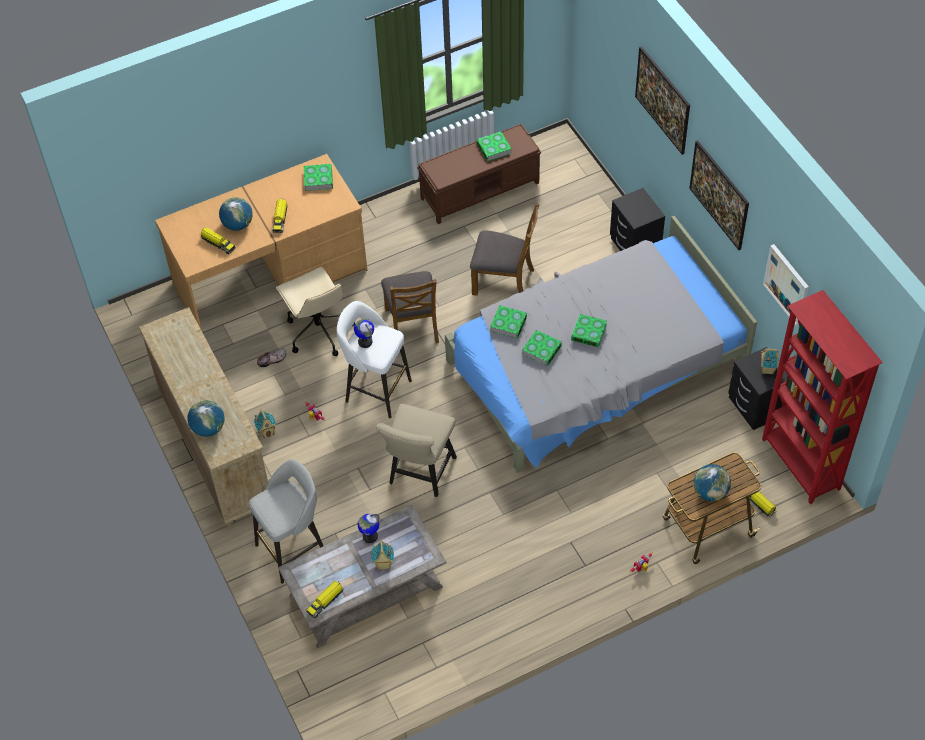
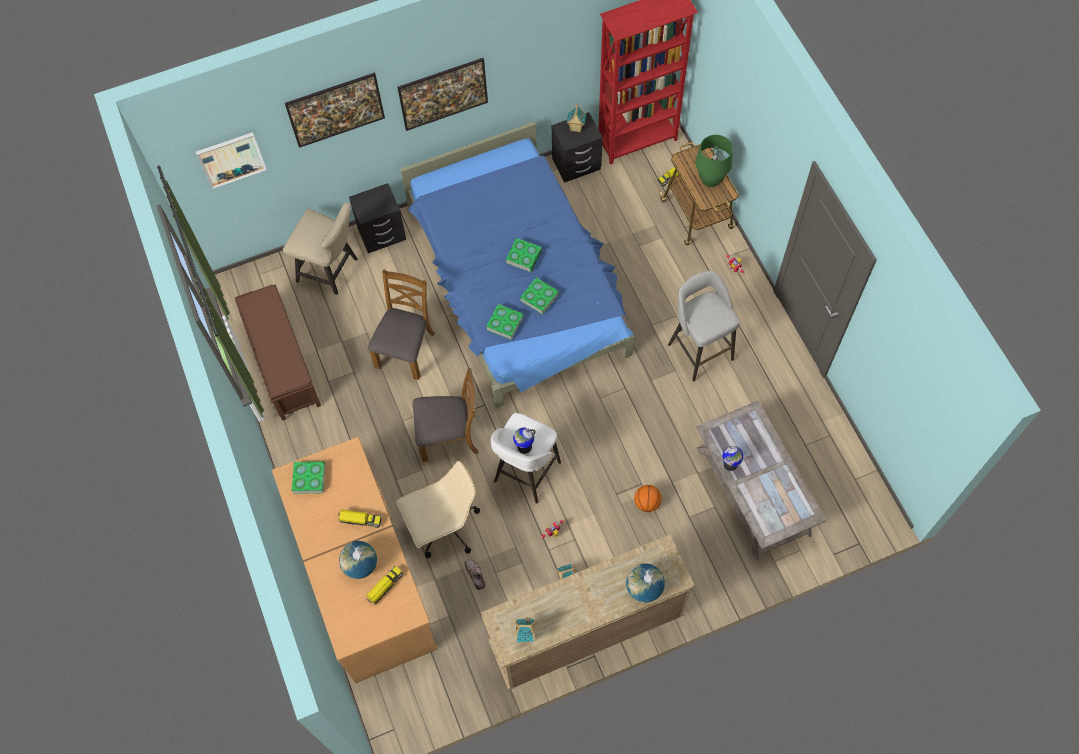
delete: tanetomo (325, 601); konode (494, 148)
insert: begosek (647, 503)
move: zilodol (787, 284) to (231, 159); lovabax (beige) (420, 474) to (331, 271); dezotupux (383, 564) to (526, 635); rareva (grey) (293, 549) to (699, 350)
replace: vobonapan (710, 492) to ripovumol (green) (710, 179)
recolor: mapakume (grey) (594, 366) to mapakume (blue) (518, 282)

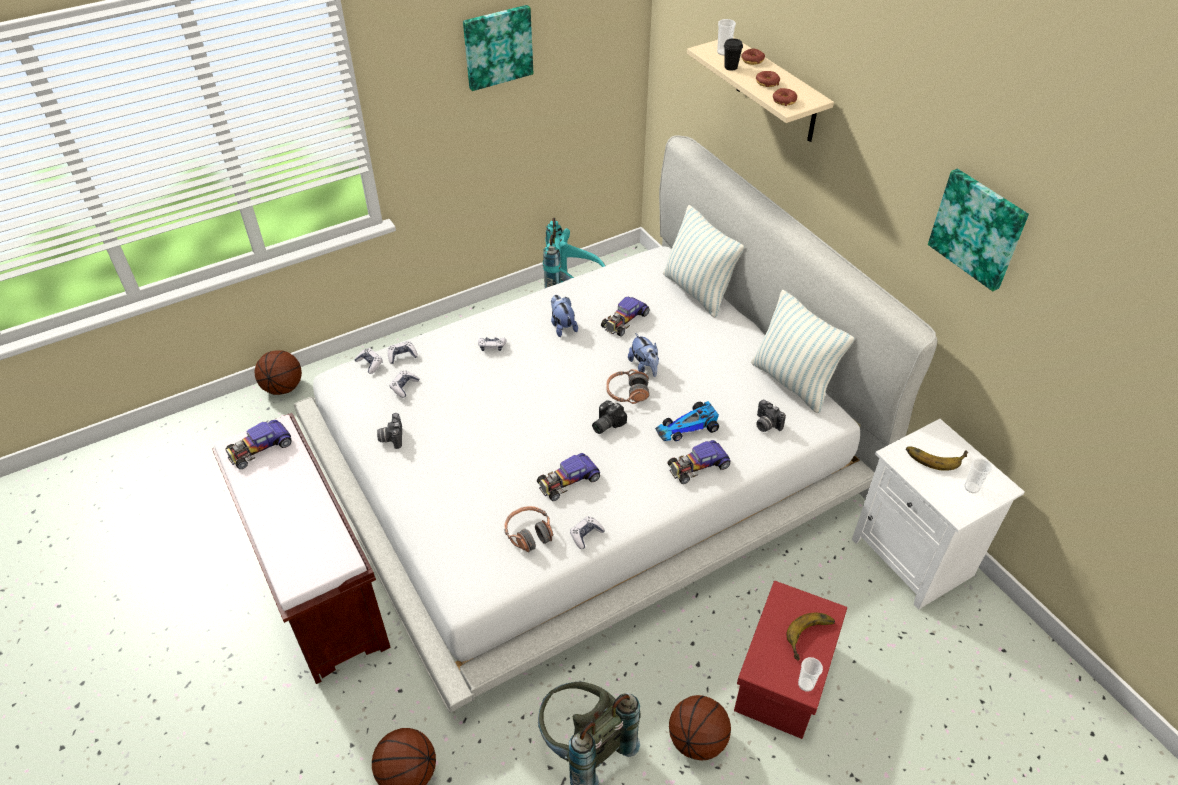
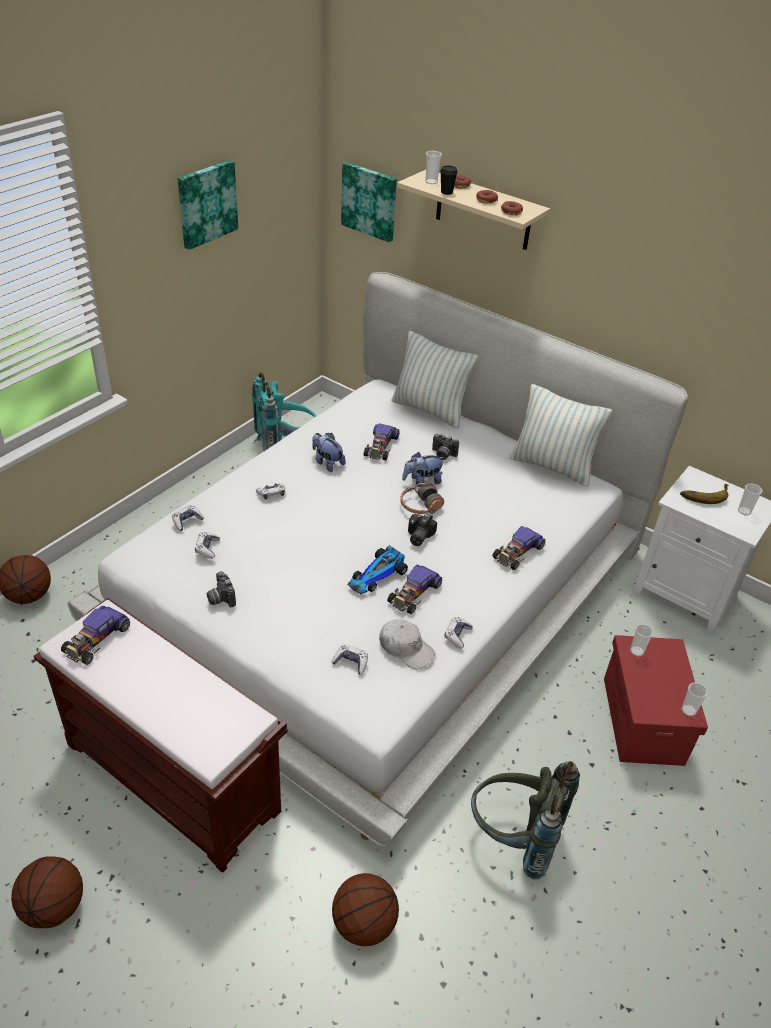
delete: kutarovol (812, 638)
insert: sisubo (636, 651)
move: begosek (697, 739) to (54, 906); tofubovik (370, 364) to (351, 662); zilodol (978, 228) to (370, 201); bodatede (688, 427) to (377, 575); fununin (765, 425) to (442, 455)
replace: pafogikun (529, 533) to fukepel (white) (406, 648)
rotate: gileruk (644, 367) = (422, 481) 120 degrees clockwise

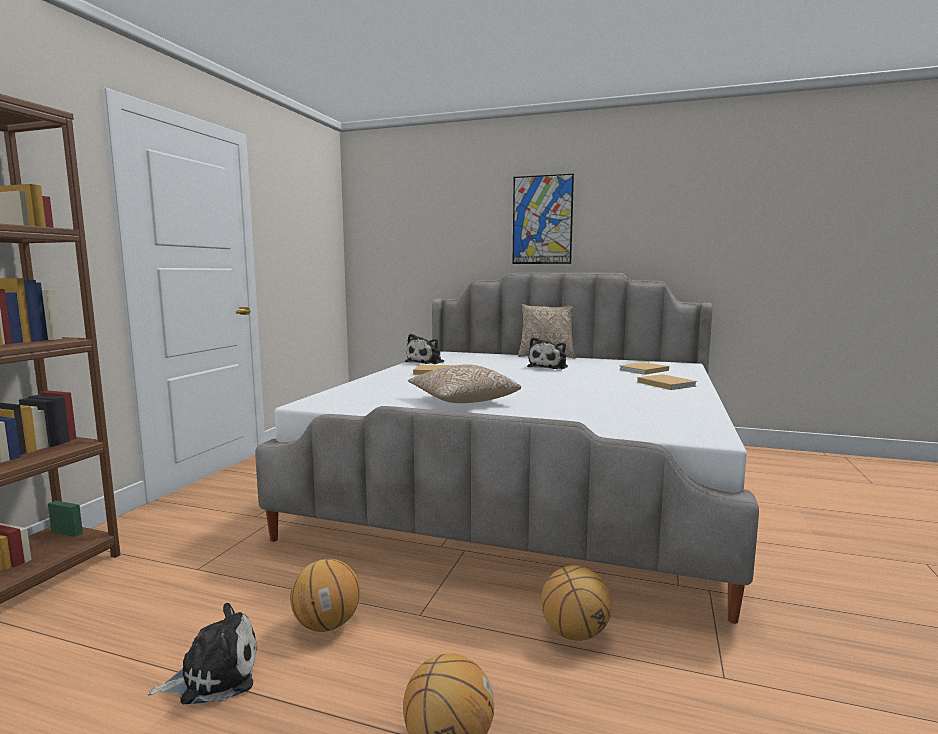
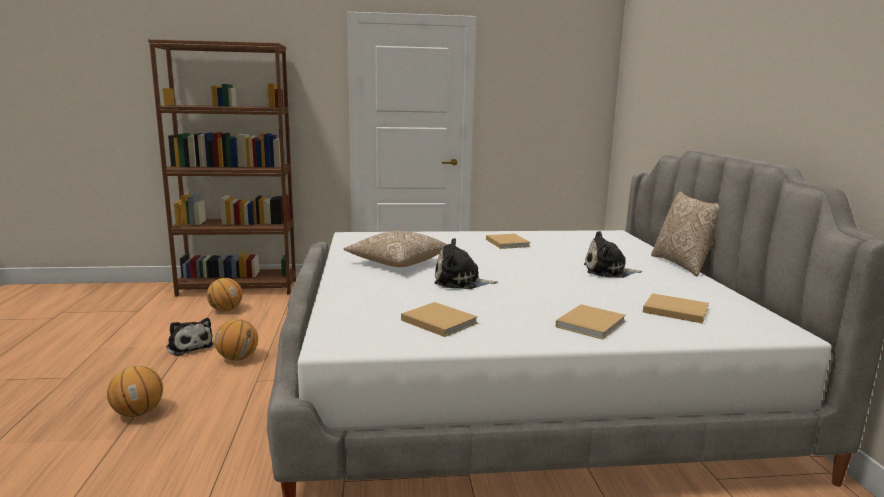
delete: zilodol (542, 220)
insert: konode (beige) (437, 321)
move: begosek (574, 633) to (225, 310); gileruk (426, 362) to (460, 282)

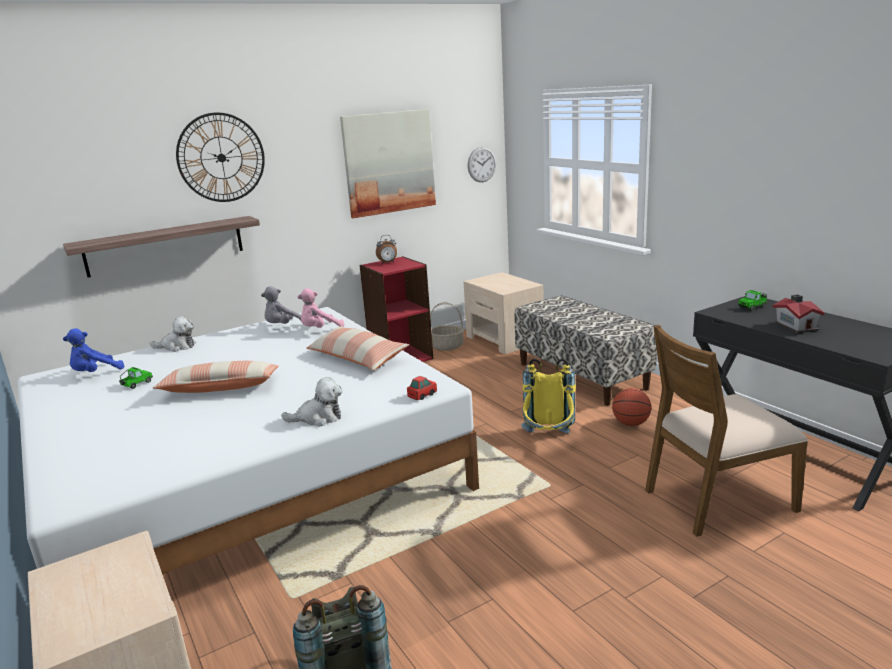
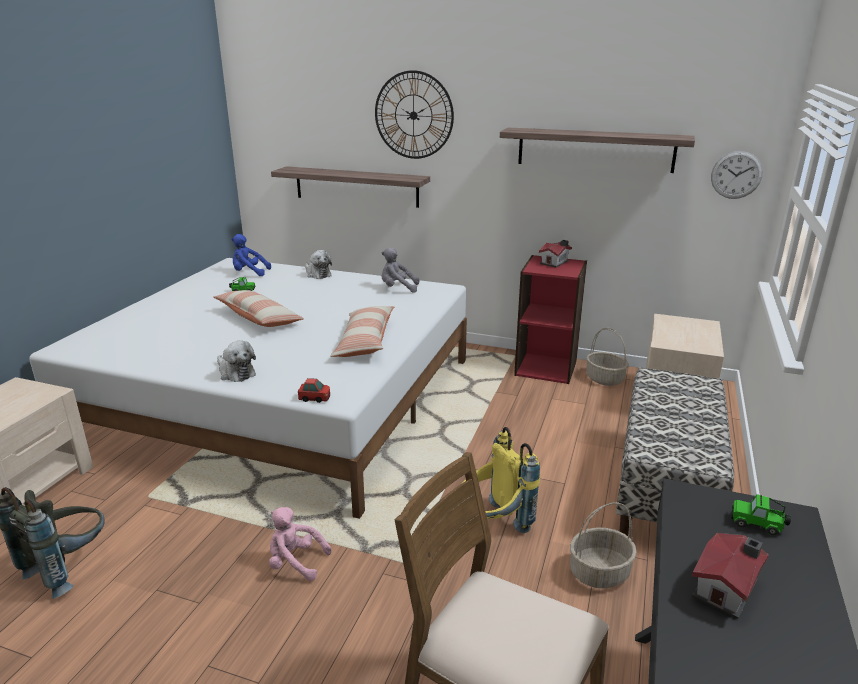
move: gileruk (pink) (320, 330) to (295, 562)
replace: zilodol (389, 163) to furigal (595, 149); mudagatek (388, 263) to dezotupux (555, 262); begosek (631, 423) to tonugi (599, 573)

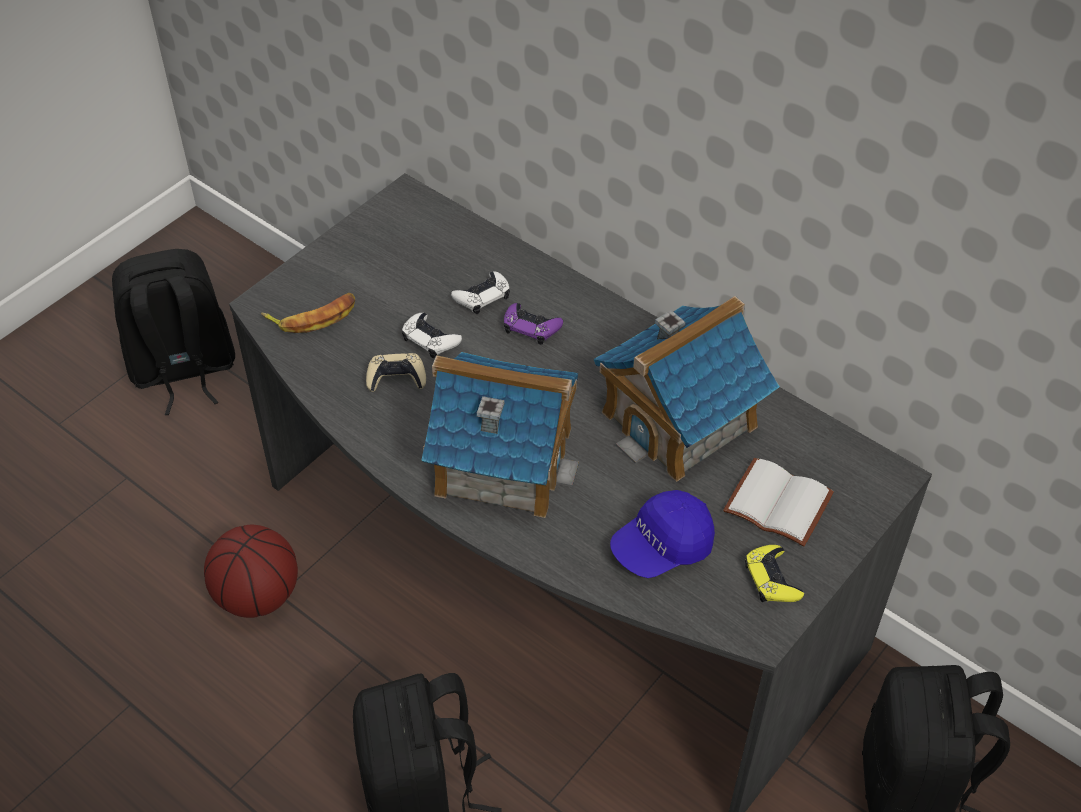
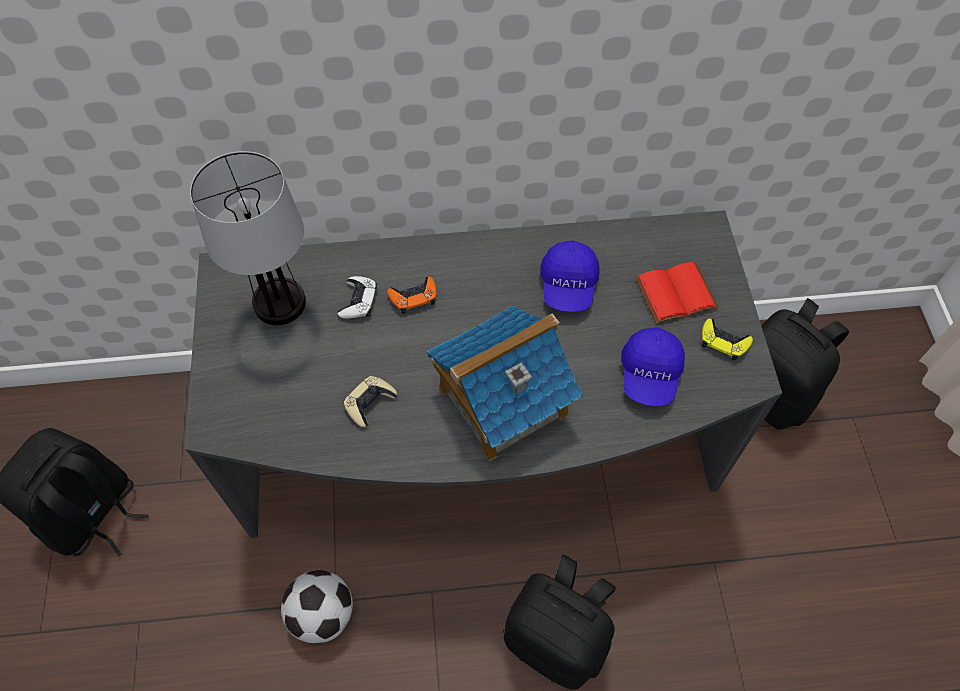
delete: kutarovol (313, 317); tofubovik (white) (430, 339)
insert: ripovumol (279, 302)
replace: begosek (258, 595) to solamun (322, 614); dezotupux (680, 419) to fukepel (blue) (568, 286)
recolor: tofubovik (purple) (531, 327) to tofubovik (orange) (414, 297); konode (white) (780, 502) to konode (red) (675, 291)

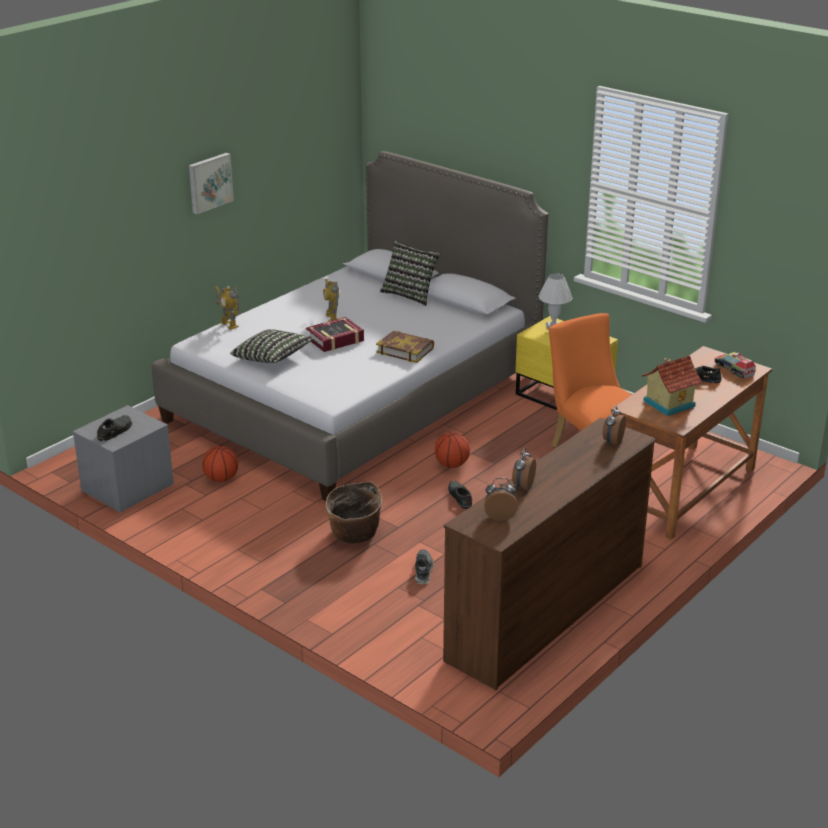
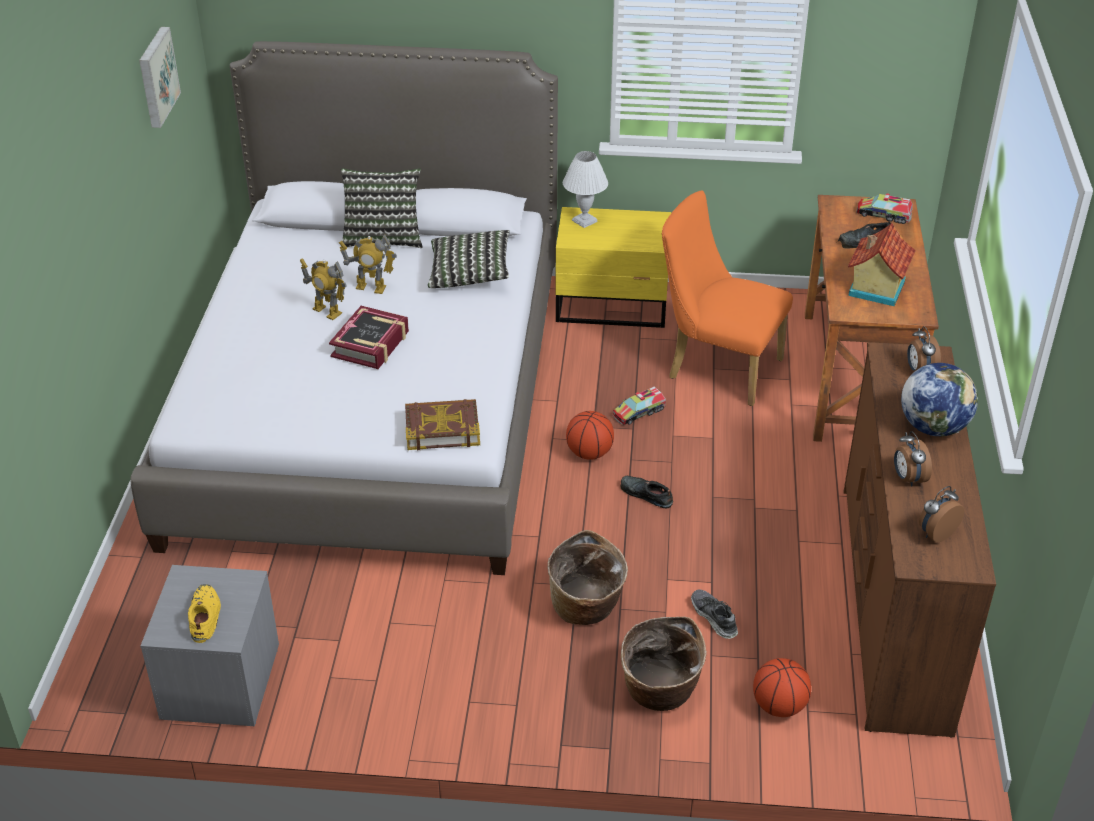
insert: tanetomo (639, 412); tonugi (659, 693); vobonapan (933, 427)
move: zilodol (209, 182) to (156, 76); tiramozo (229, 325) to (371, 288); konode (405, 350) to (442, 429); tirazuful (272, 358) to (469, 273); begosek (221, 479) to (779, 706)
recolor: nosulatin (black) (115, 431) to nosulatin (yellow) (204, 616)

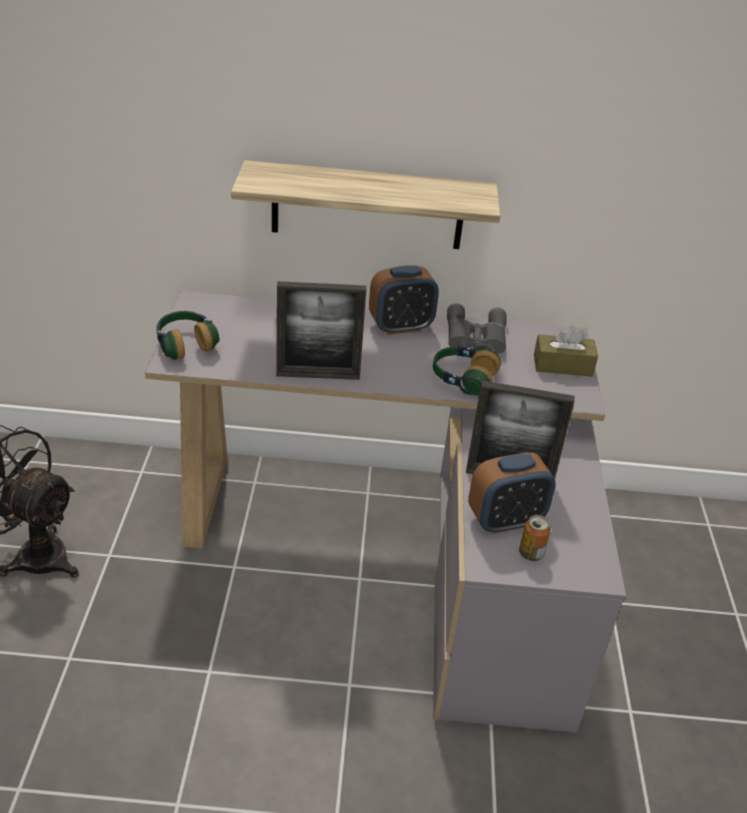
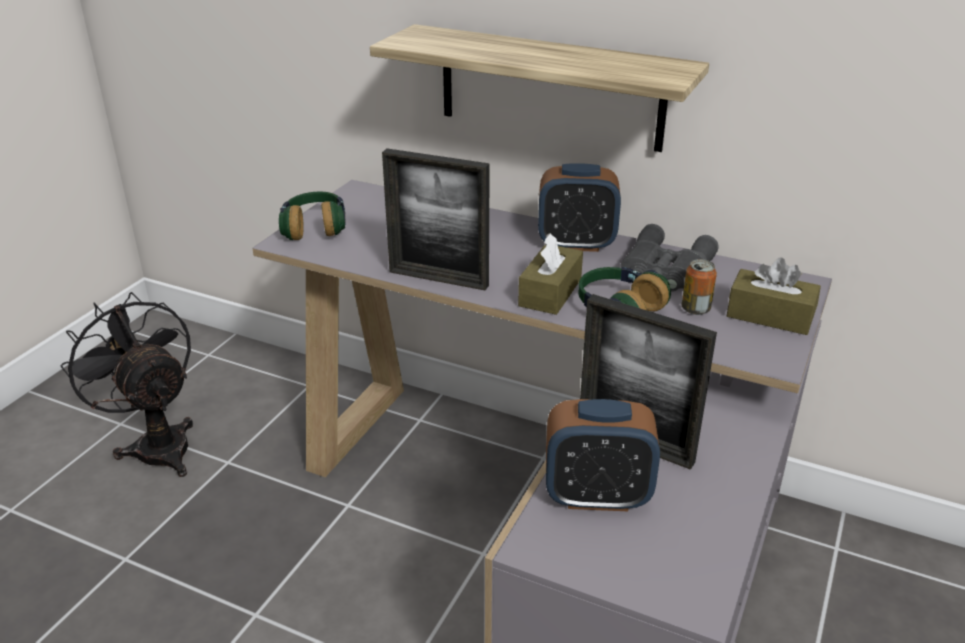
insert: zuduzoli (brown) (550, 292)
move: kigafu (531, 553) to (695, 309)

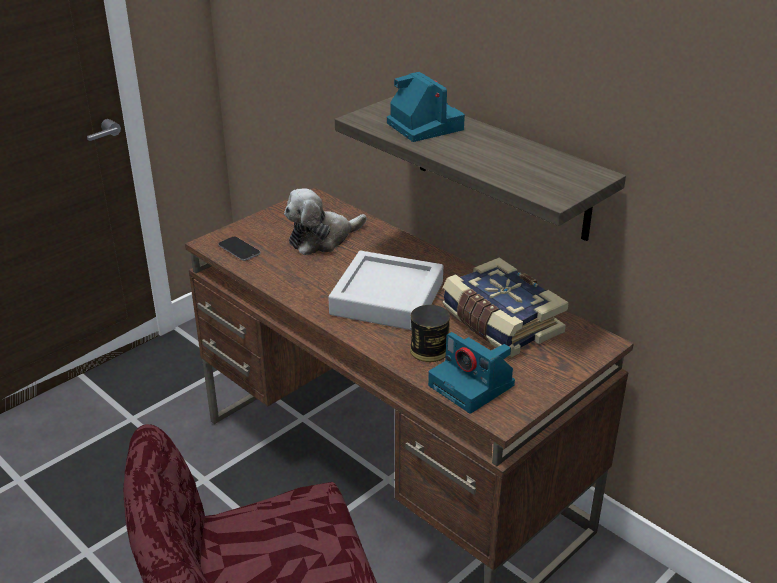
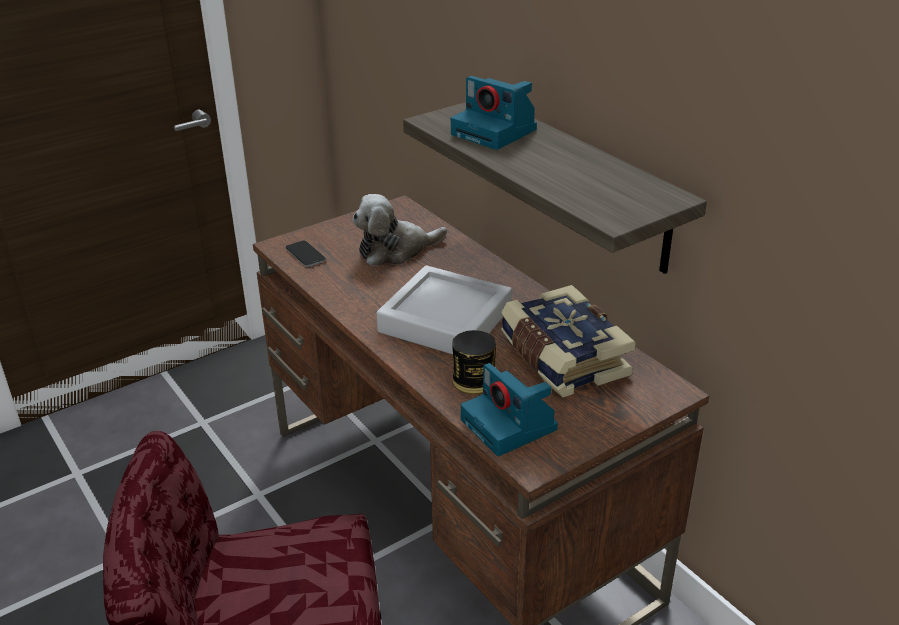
rotate: fununin (423, 126) = (496, 132) 150 degrees clockwise

